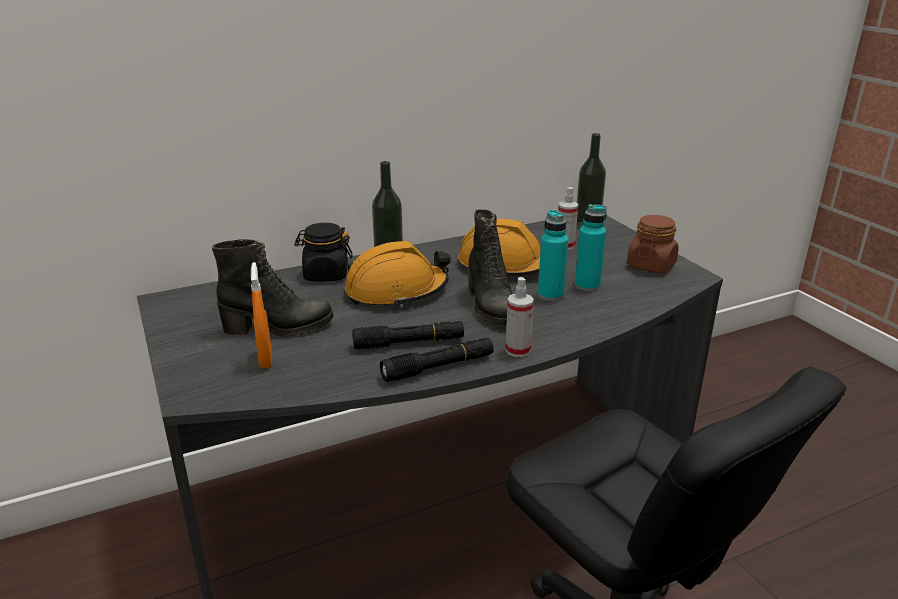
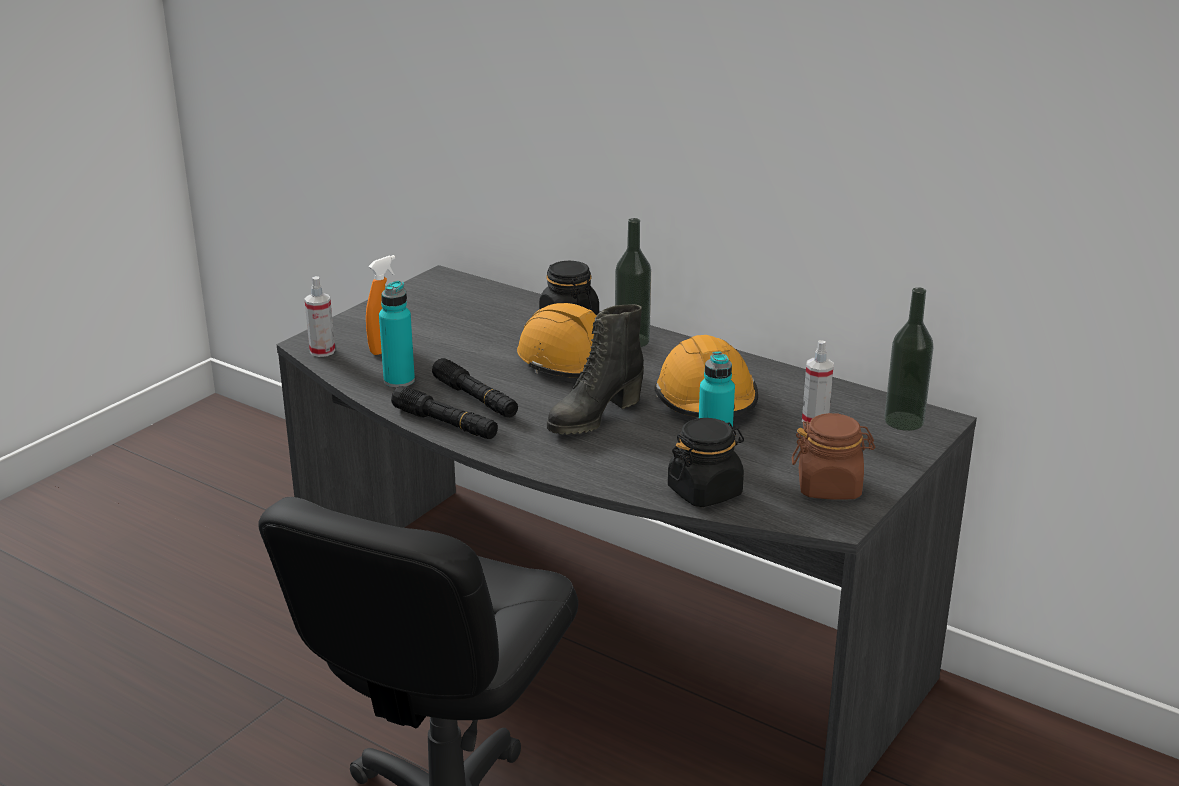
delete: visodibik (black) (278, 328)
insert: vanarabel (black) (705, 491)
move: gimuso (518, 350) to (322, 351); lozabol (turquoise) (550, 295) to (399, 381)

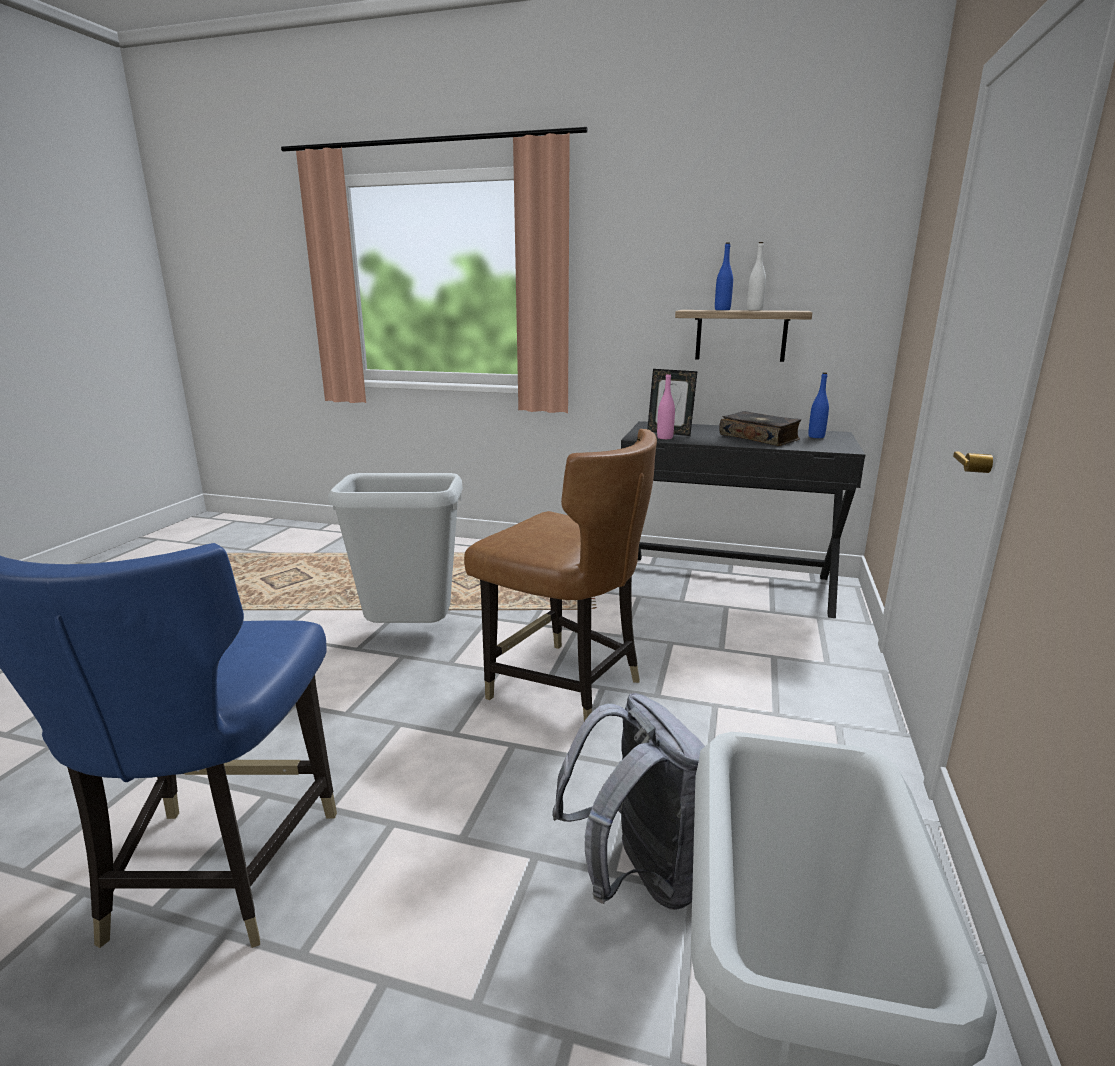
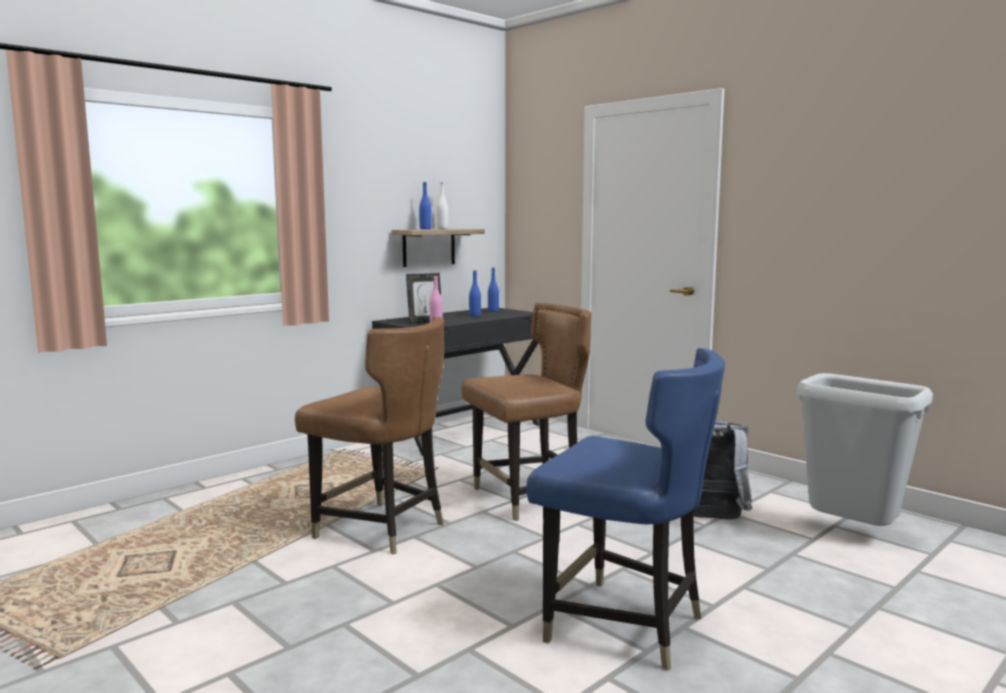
replace: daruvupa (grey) (408, 635) to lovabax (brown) (381, 529); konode (759, 437) to lozabol (blue) (475, 315)

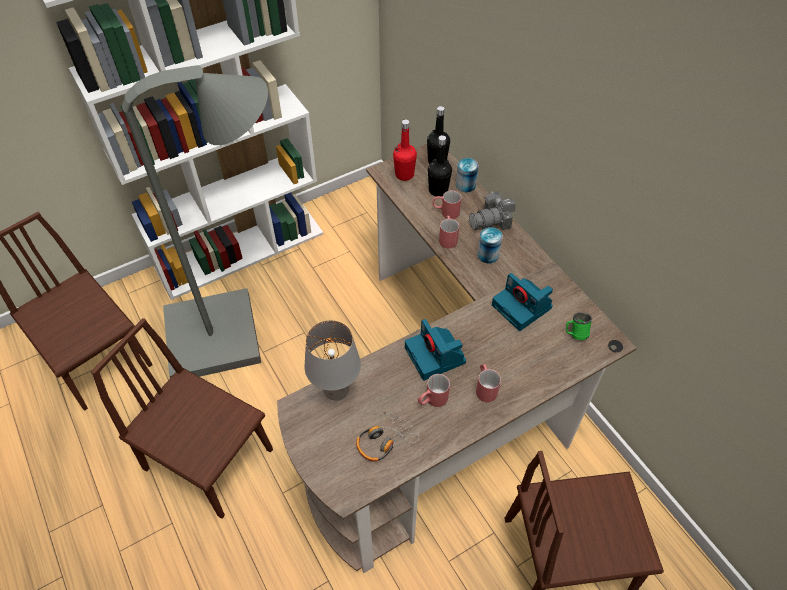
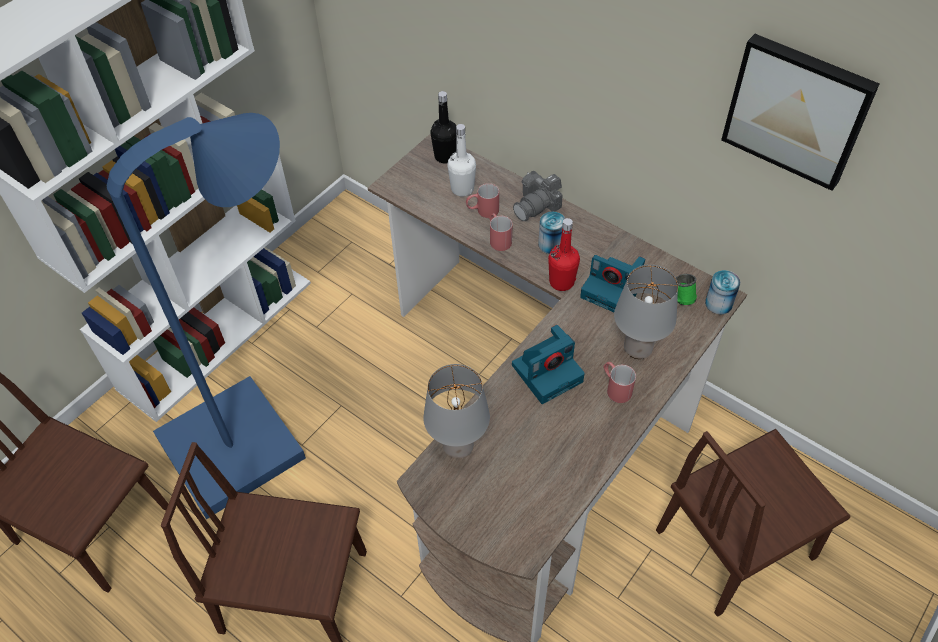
delete: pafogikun (384, 440); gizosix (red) (432, 400)
insert: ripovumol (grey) (638, 349); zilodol (797, 110)
move: lozabol (red) (404, 174) to (561, 282); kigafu (465, 185) to (718, 303)
recolor: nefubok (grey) (230, 333) to nefubok (blue) (251, 436); lozabol (black) (438, 190) to lozabol (white) (462, 189)
rotate: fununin (436, 356) = (548, 372) 75 degrees counterclockwise

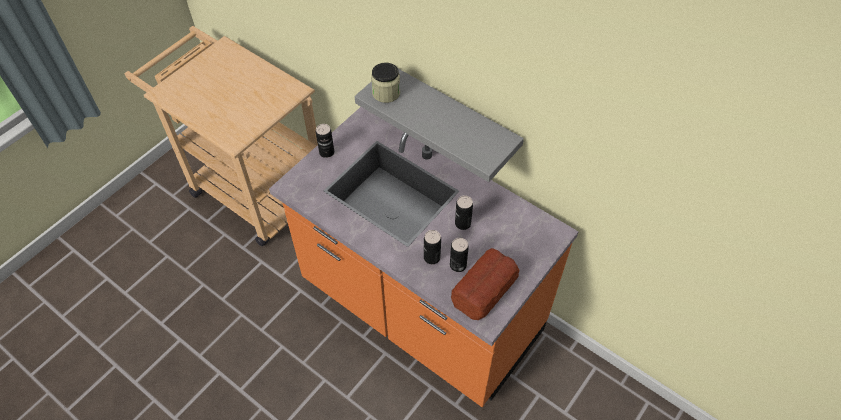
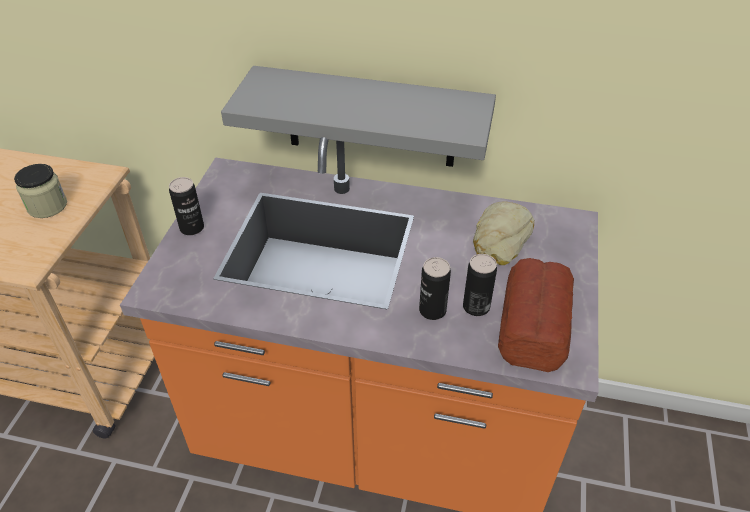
delete: kigafu (462, 223)
insert: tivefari (499, 239)
move: vanarabel (386, 93) to (47, 206)

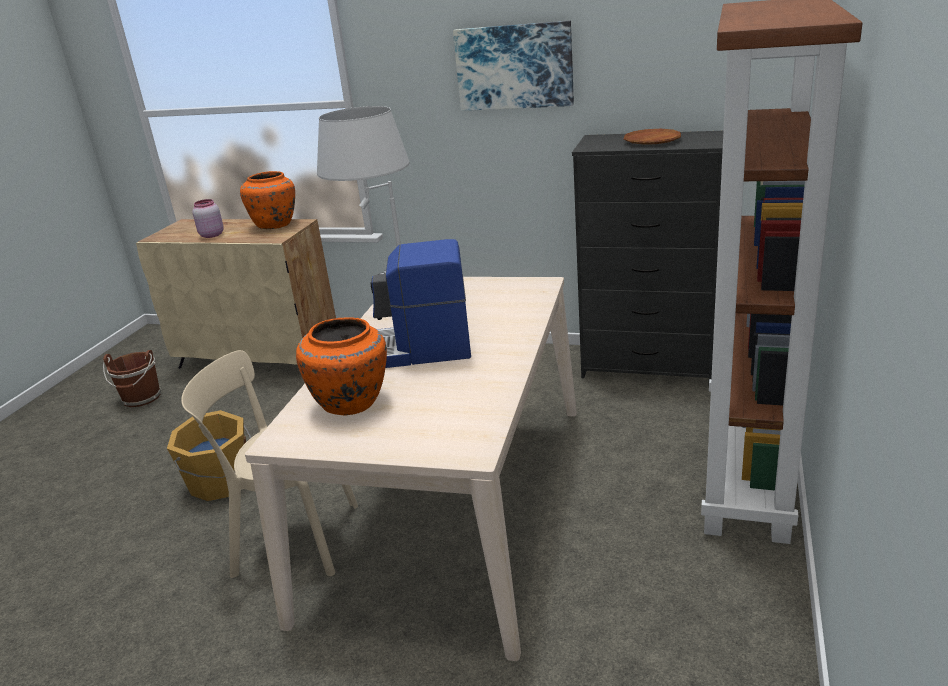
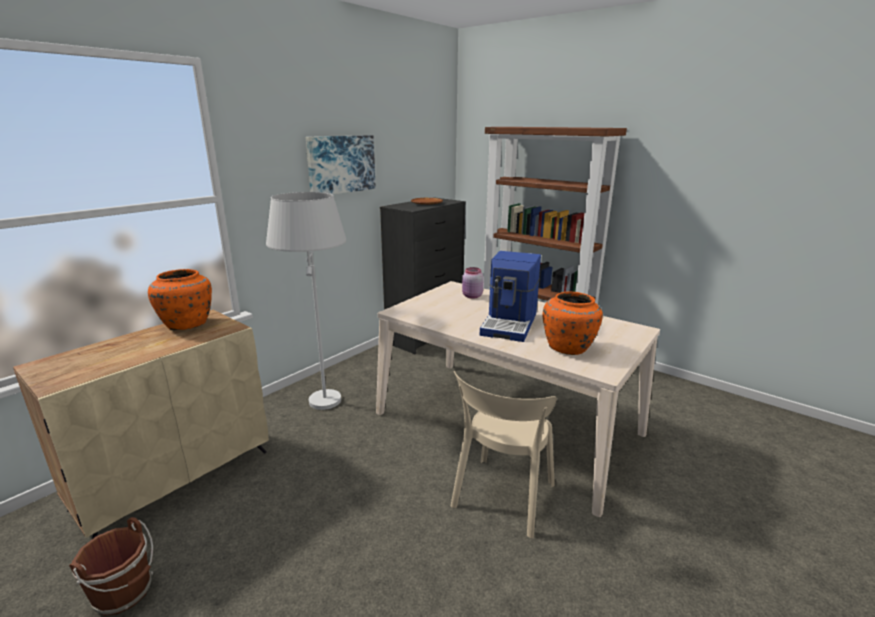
delete: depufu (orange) (221, 483)
move: vanarabel (pink) (211, 235) to (472, 296)

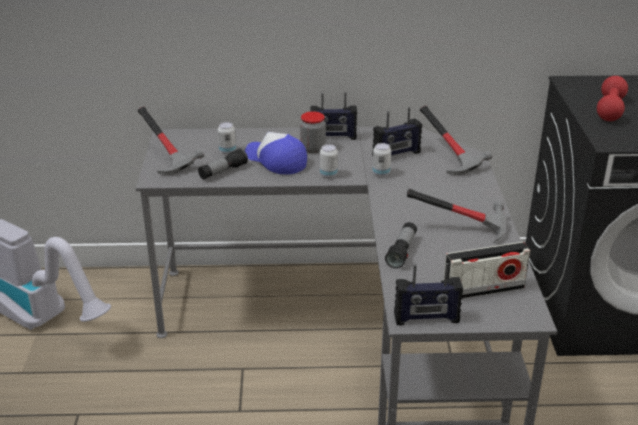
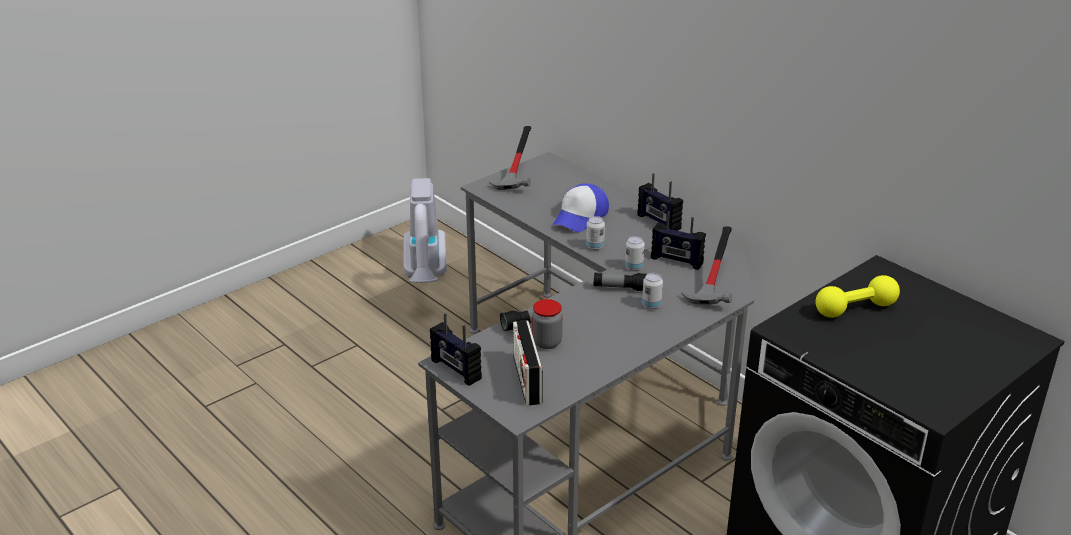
delete: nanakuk (462, 227)
move: vanarabel (312, 149) to (547, 342); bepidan (223, 171) to (621, 288); kigafu (227, 151) to (651, 305)
recolor: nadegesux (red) (610, 109) to nadegesux (yellow) (855, 309)
rotate: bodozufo (483, 290) = (527, 380) 45 degrees clockwise; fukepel (275, 161) = (580, 217) 150 degrees counterclockwise

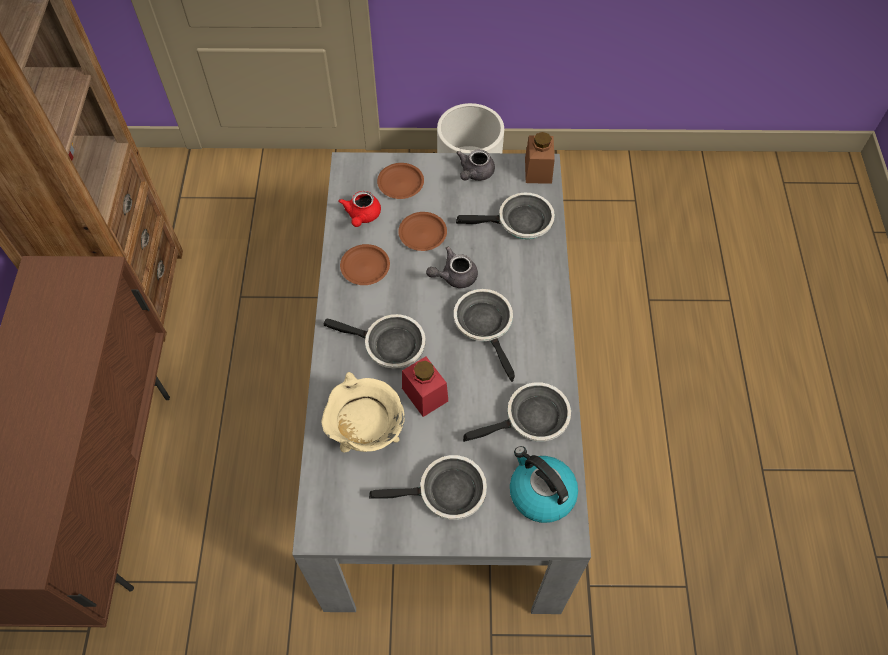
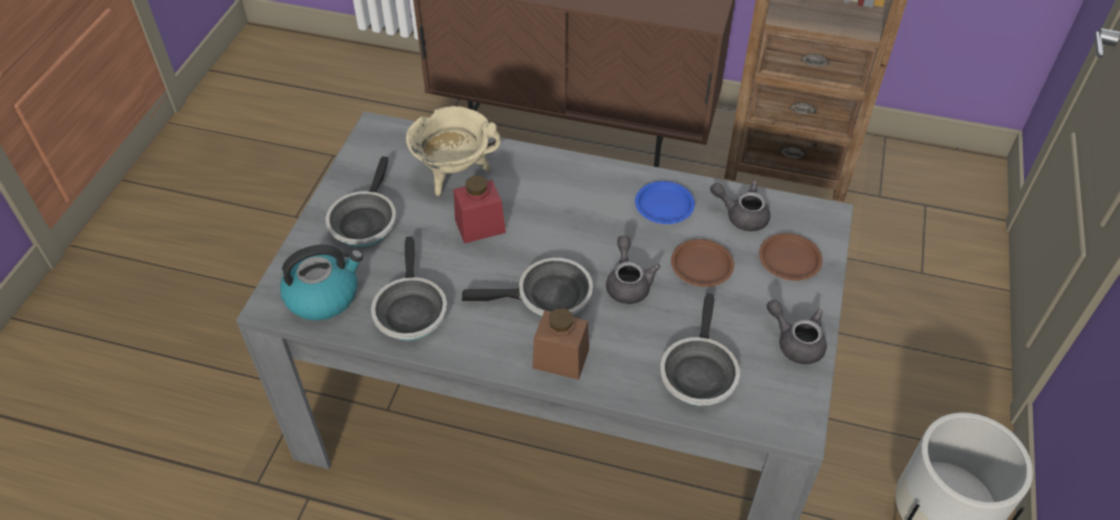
delete: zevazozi (389, 345)
move: vanarabel (brown) (538, 170) to (561, 358)
recolor: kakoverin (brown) (365, 267) to kakoverin (blue) (663, 206); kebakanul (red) (362, 216) to kebakanul (grey) (741, 215)

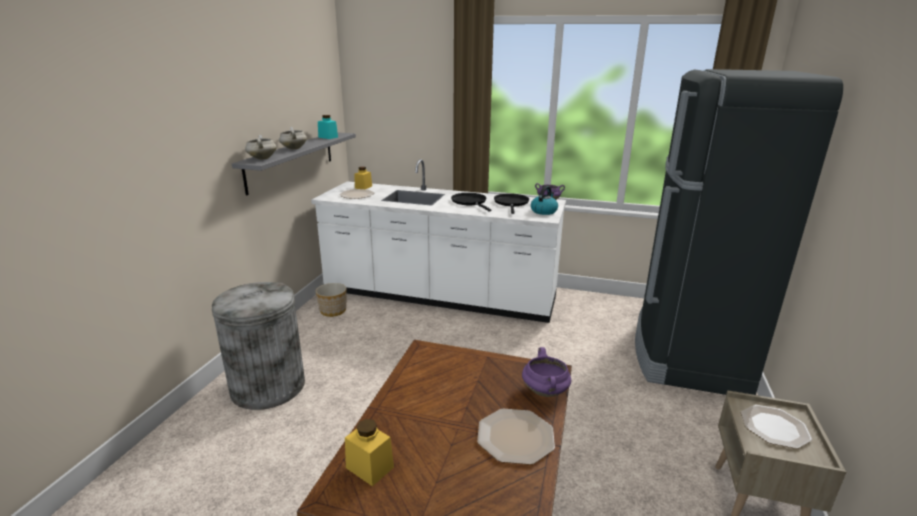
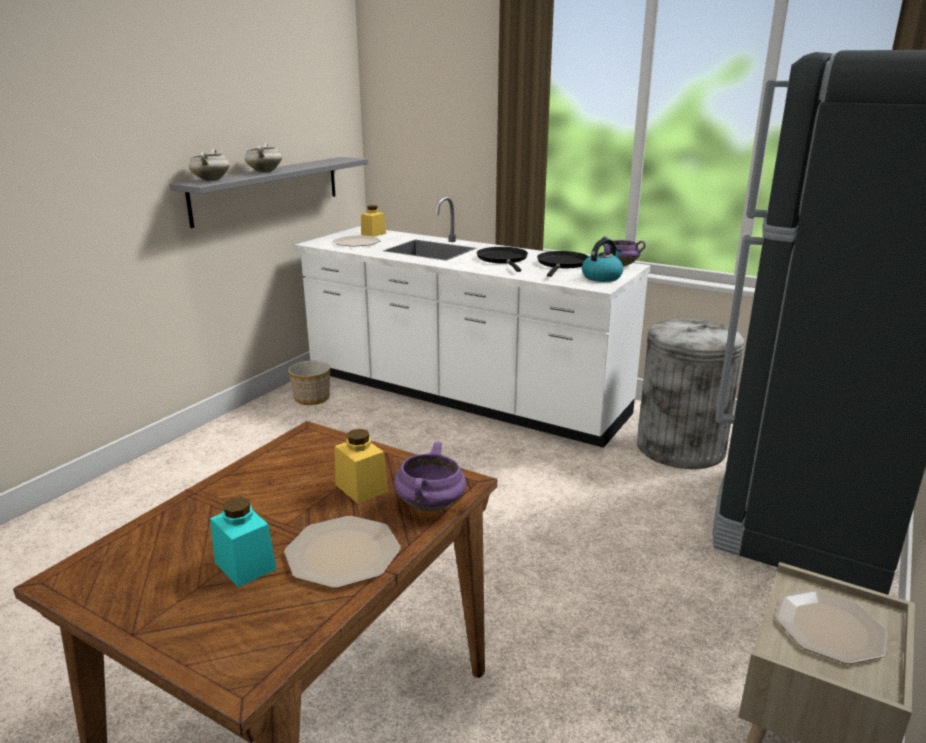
move: vanarabel (turquoise) (328, 137) to (245, 565); vanarabel (yellow) (370, 467) to (361, 488); daruvupa (grey) (268, 386) to (680, 447)

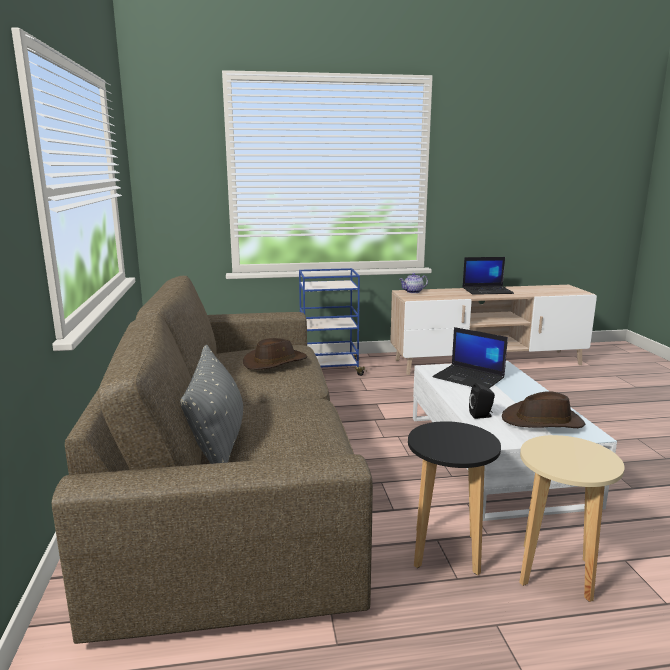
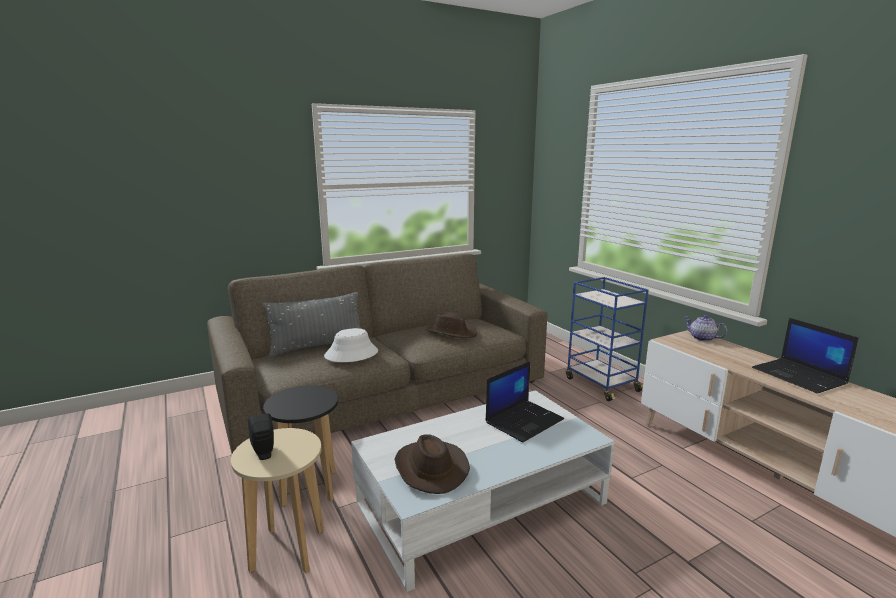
insert: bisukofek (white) (351, 354)
move: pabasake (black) (481, 415) to (264, 453)
rotate: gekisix (469, 378) = (524, 420) 150 degrees counterclockwise

